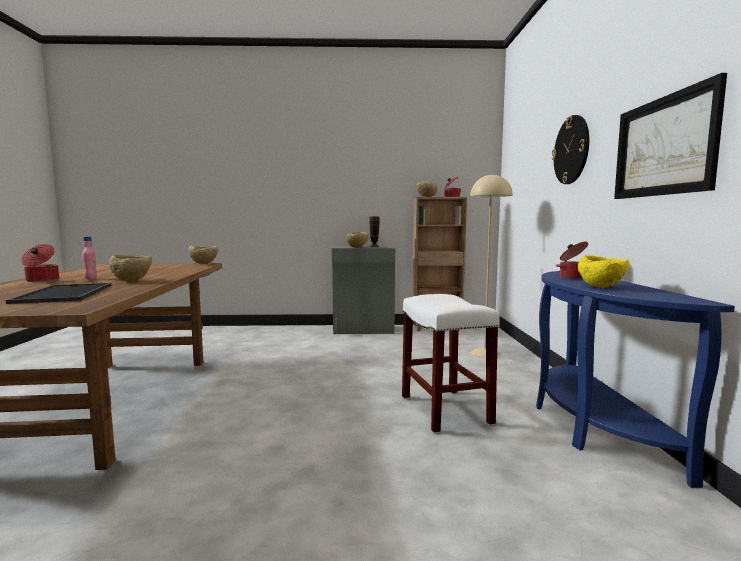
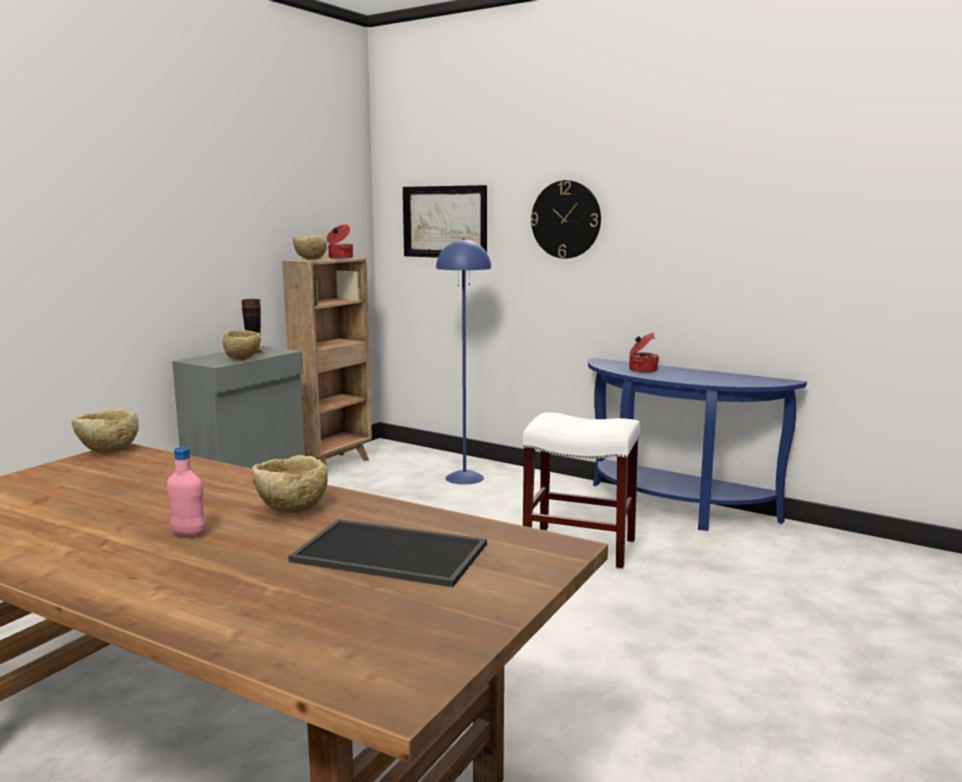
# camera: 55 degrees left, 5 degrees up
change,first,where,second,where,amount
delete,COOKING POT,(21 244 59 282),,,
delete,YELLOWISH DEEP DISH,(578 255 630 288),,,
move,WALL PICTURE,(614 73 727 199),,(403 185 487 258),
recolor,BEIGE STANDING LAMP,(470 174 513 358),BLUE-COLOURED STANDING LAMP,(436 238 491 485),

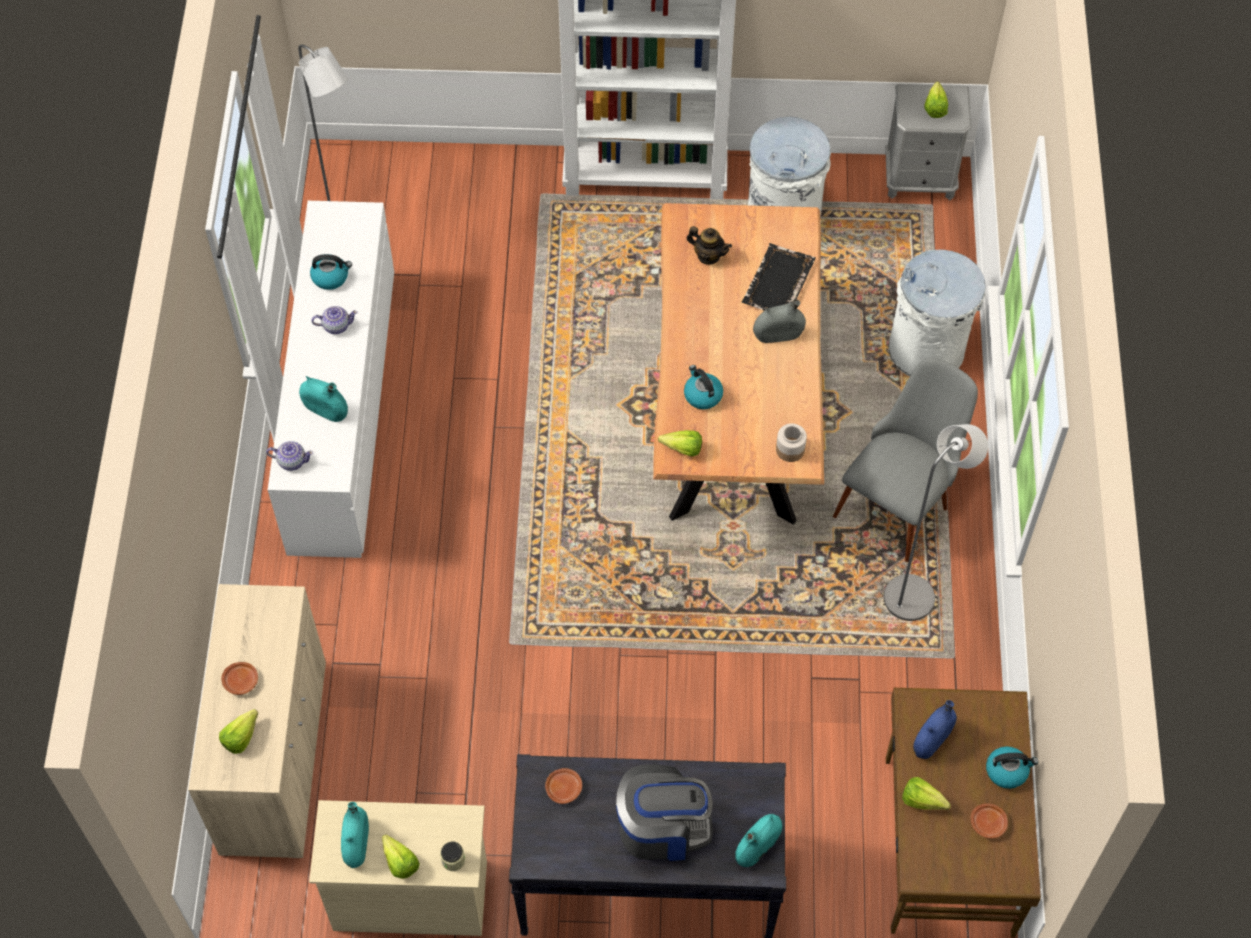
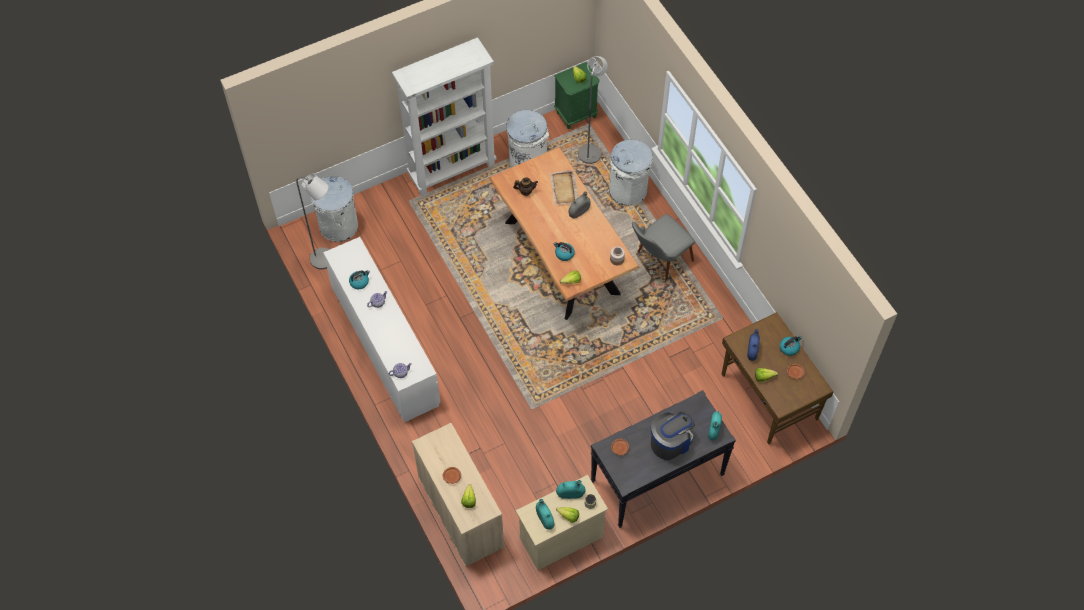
# camera: 30 degrees left, 0 degrees up
change,first,where,second,where,amount
insert,,,WHITISH RUBBISH BIN,(311 176 358 242),
move,TURQUOISE-COLOURED VASE,(299 376 348 422),,(556 480 586 499),
move,GREY STANDING LAMP,(884 424 988 621),,(578 56 608 164),
recolor,BLACKISH TRAY,(742 243 816 311),BEIGE TRAY,(549 170 578 205),
recolor,GREY BEDSIDE TABLE,(885 84 971 200),GREENISH BEDSIDE TABLE,(554 62 600 129),
rotate,GREY CHAIR,(833 358 978 562),,(632 214 695 280),135 degrees counterclockwise

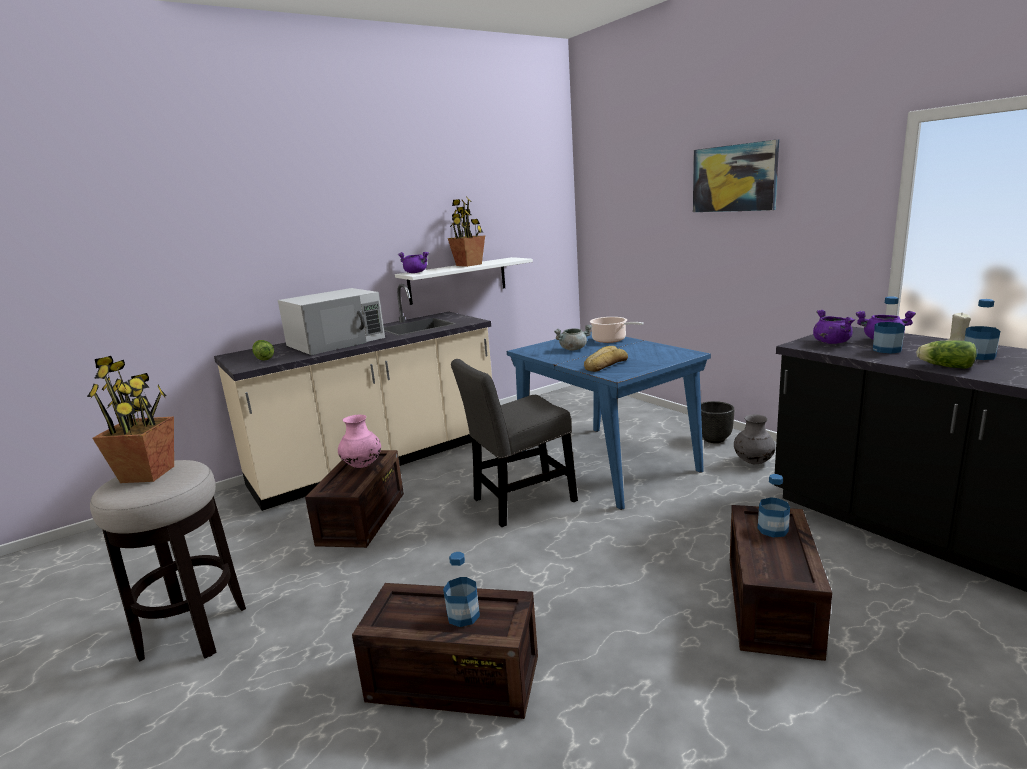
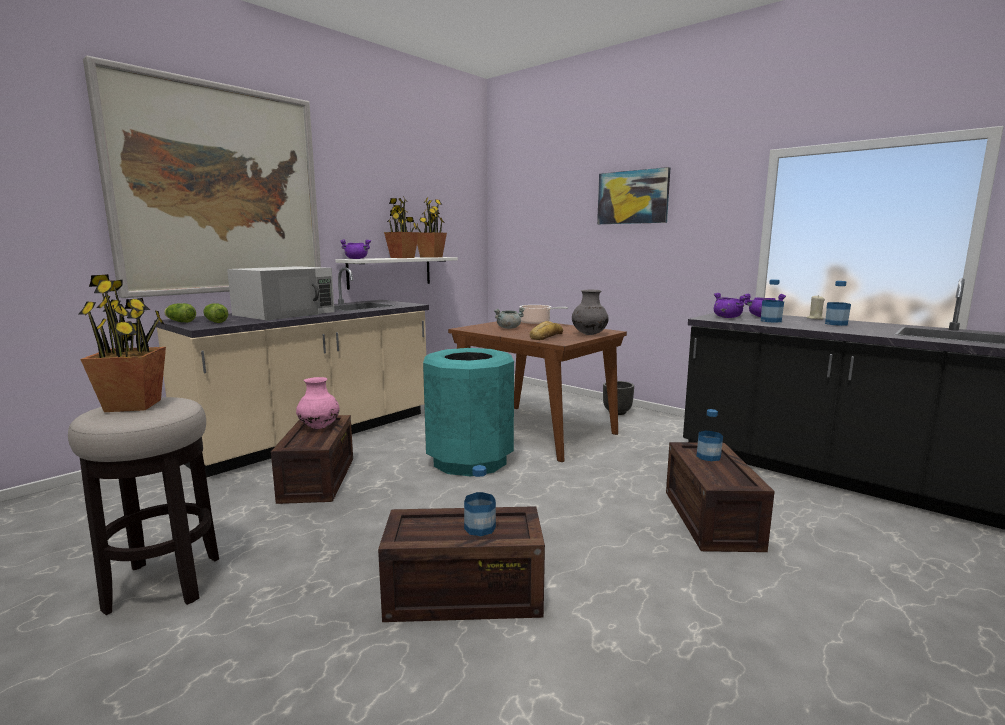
# camera: 15 degrees left, 5 degrees down
change,first,where,second,where,amount
insert,,,WALL PICTURE,(83 56 321 298),
insert,,,POTTED PLANT,(415 197 447 258),
move,GREY VASE,(734 414 776 464),,(572 290 609 335),
move,LETTUCE,(916 341 976 369),,(164 303 196 323),
replace,GREY CHAIR,(451 359 578 527),TURQUOISE-COLOURED RUBBISH BIN,(423 348 514 476),
recolor,BLUE-COLOURED KITCHEN TABLE,(507 330 711 510),BROWNISH KITCHEN TABLE,(448 321 627 462),

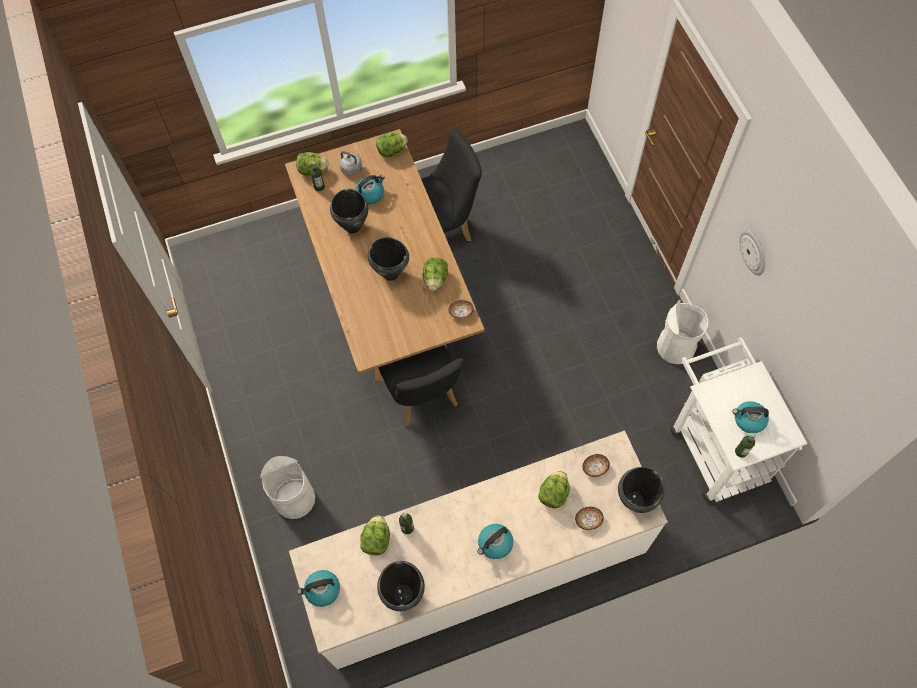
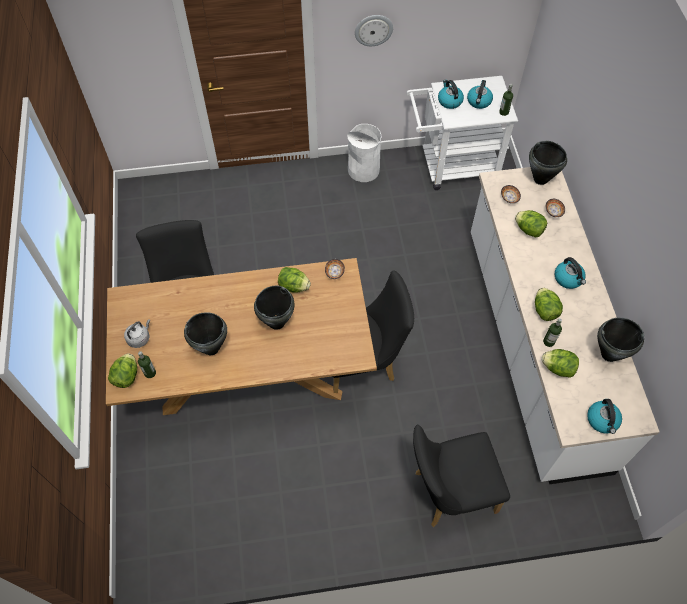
# camera: 80 degrees left, 5 degrees down
change,first,where,second,where,amount
move,KETTLE,(355 175 385 204),,(438 80 464 109),
move,LETTUCE,(376 132 408 157),,(535 288 563 321),
replace,WHITISH RUBBISH BIN,(260 456 315 519),BLACKISH CHAIR,(413 425 510 527),

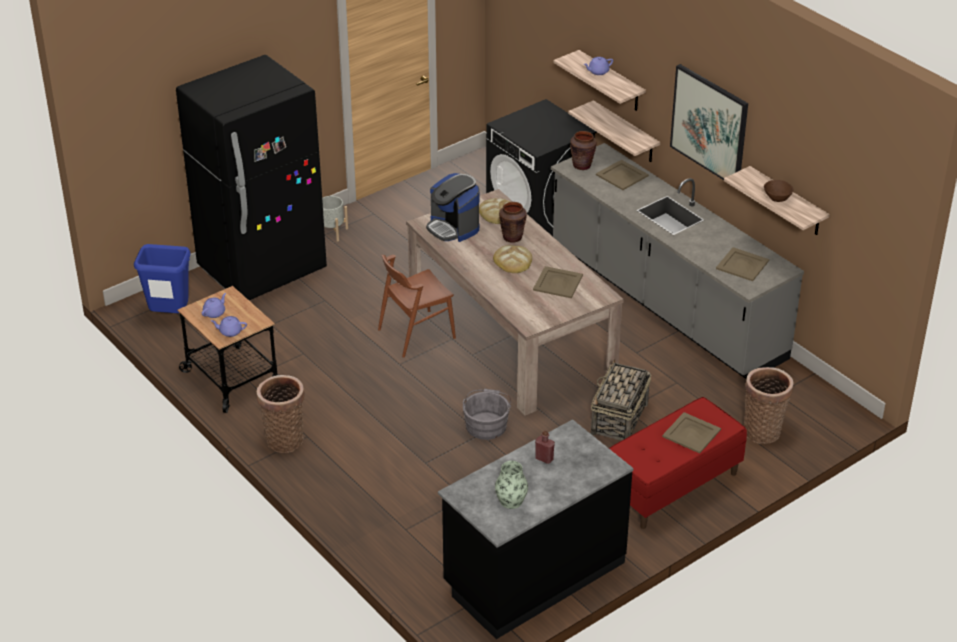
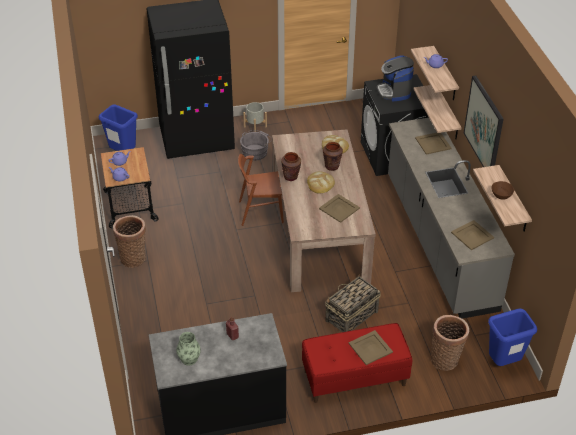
# camera: 25 degrees right, 5 degrees up
change,first,where,second,where,amount
insert,,,BLUE-COLOURED RUBBISH BIN,(488 308 537 366),
move,COFFEE MACHINE,(426 173 480 242),,(377 55 414 102),
move,GREY BUCKET,(463 389 511 440),,(240 130 272 161),
move,BROWNISH VASE,(570 131 597 170),,(281 152 301 181),

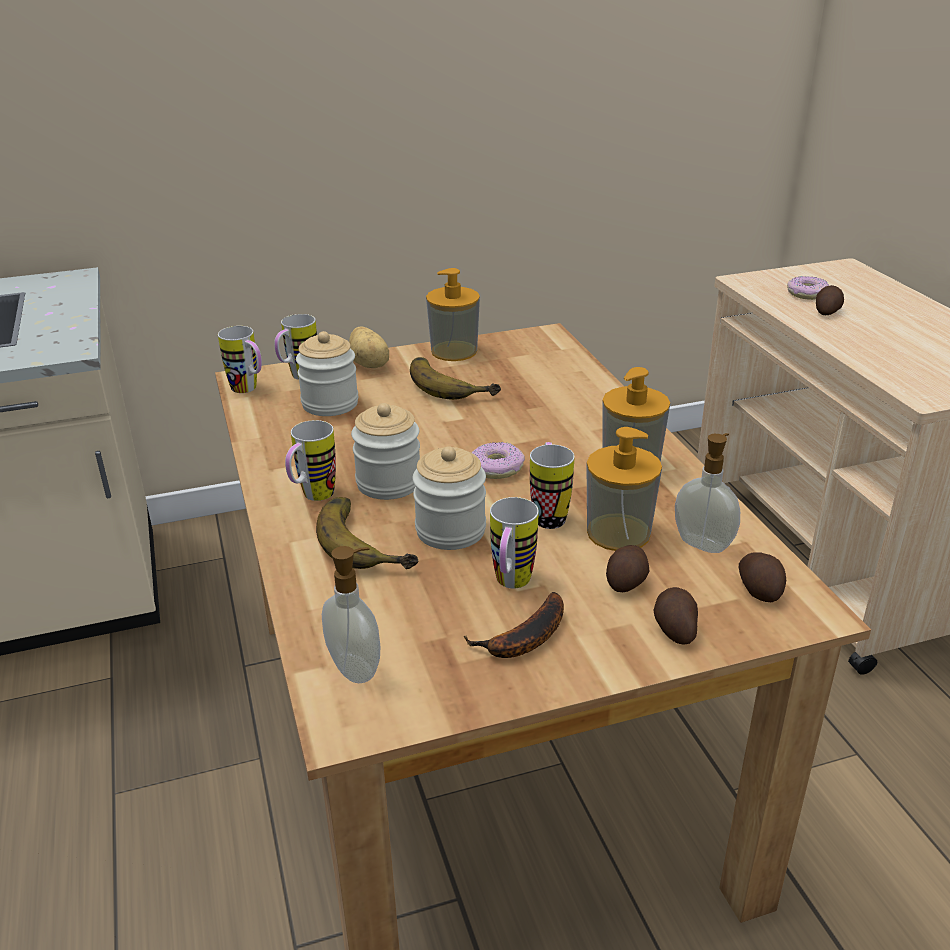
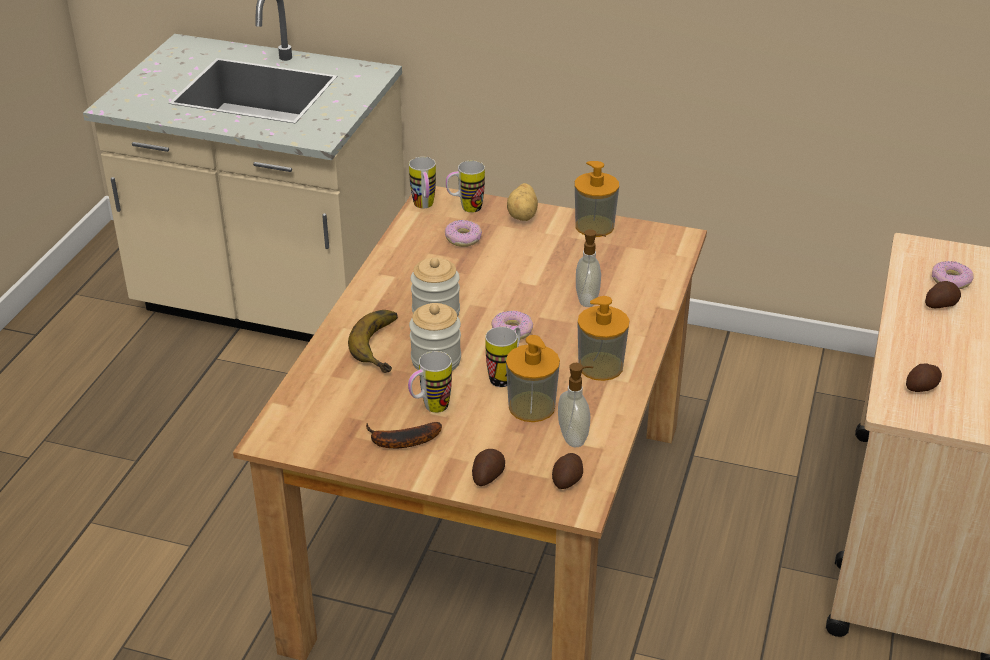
# camera: 35 degrees right, 5 degrees up
change,first,where,second,where,amount
delete,TEA MUG,(285 420 336 501),,,
delete,BANANA FRUIT,(410 357 501 400),,,
move,LIQUID SOAP BOTTLE,(322 546 380 683),,(576 229 606 307),
move,WHOLE POTATO,(606 545 649 592),,(906 363 942 392),
replace,PRESERVE JAR,(296 331 358 416),DONUT,(445 220 482 247),

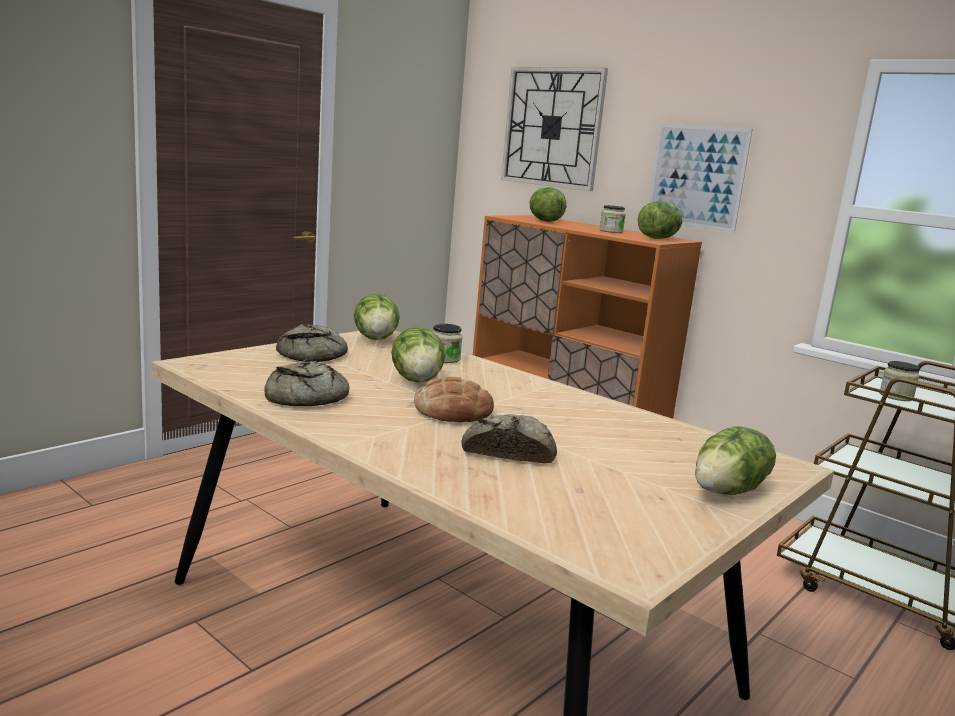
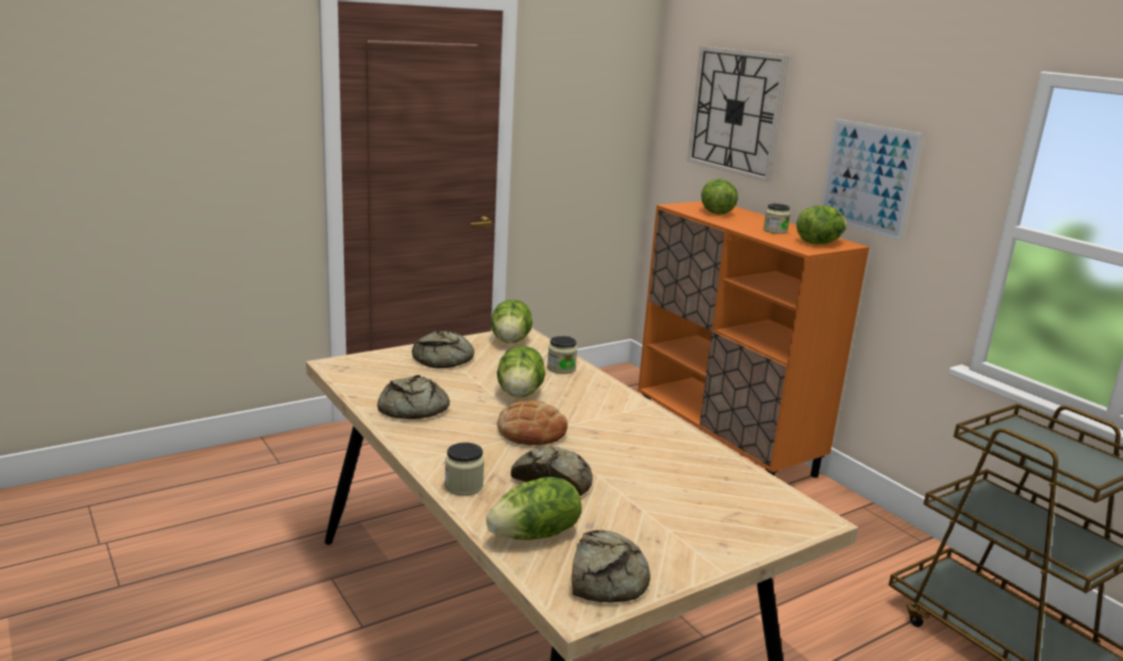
# camera: 15 degrees right, 5 degrees up
change,first,where,second,where,amount
insert,,,BAKERY BREAD,(572 530 650 603),
move,LETTUCE,(695 426 776 495),,(486 477 582 540),
move,PRESERVE JAR,(879 361 919 401),,(445 442 484 496),

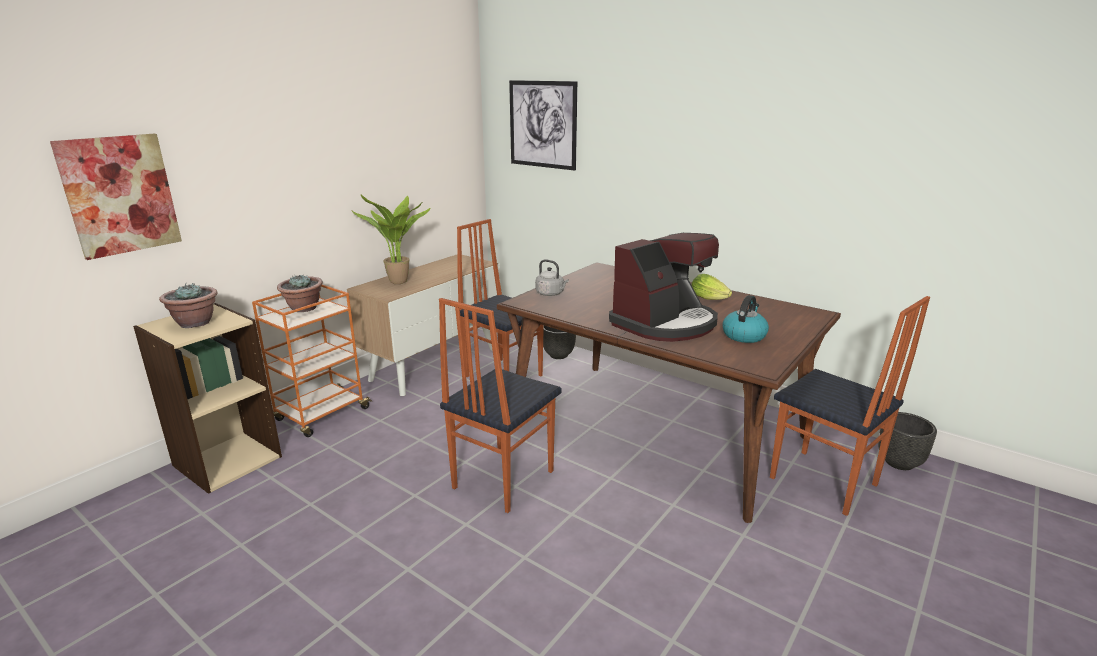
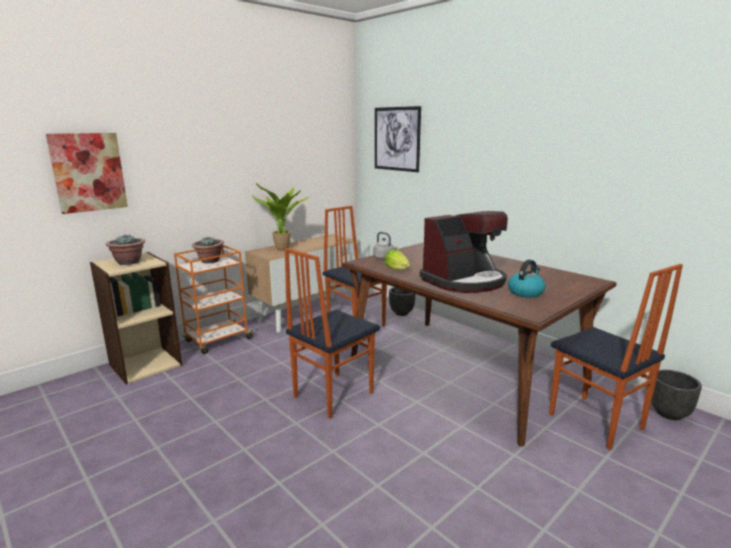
# camera: 10 degrees right, 5 degrees down
change,first,where,second,where,amount
move,LETTUCE,(691 274 732 300),,(384 249 410 270),

